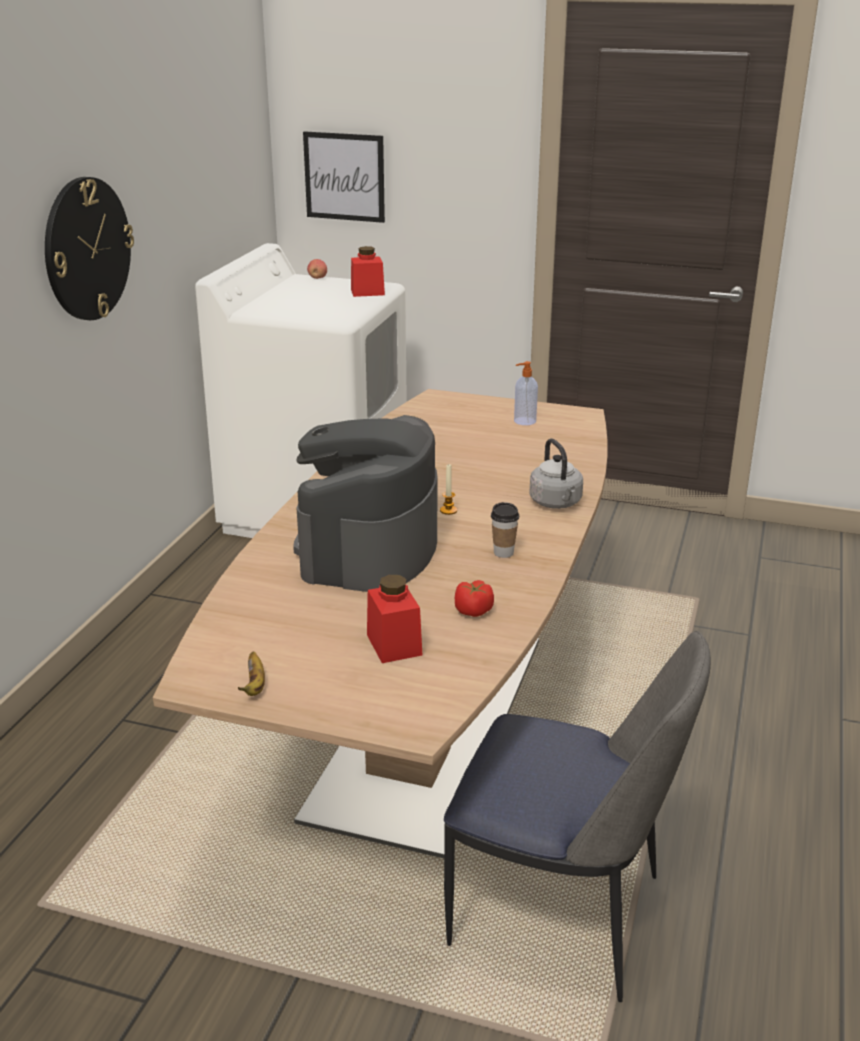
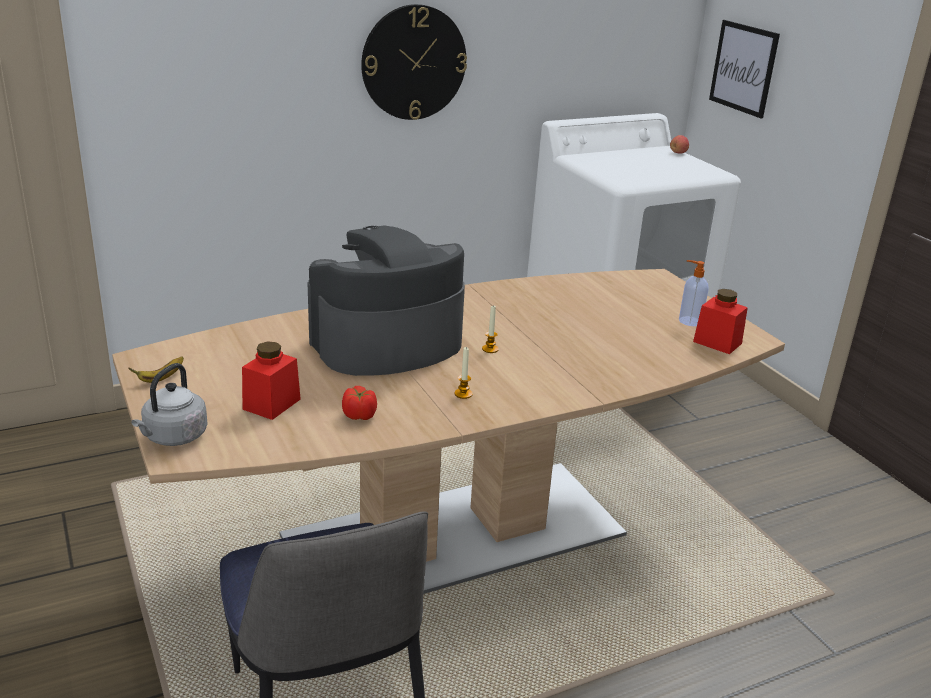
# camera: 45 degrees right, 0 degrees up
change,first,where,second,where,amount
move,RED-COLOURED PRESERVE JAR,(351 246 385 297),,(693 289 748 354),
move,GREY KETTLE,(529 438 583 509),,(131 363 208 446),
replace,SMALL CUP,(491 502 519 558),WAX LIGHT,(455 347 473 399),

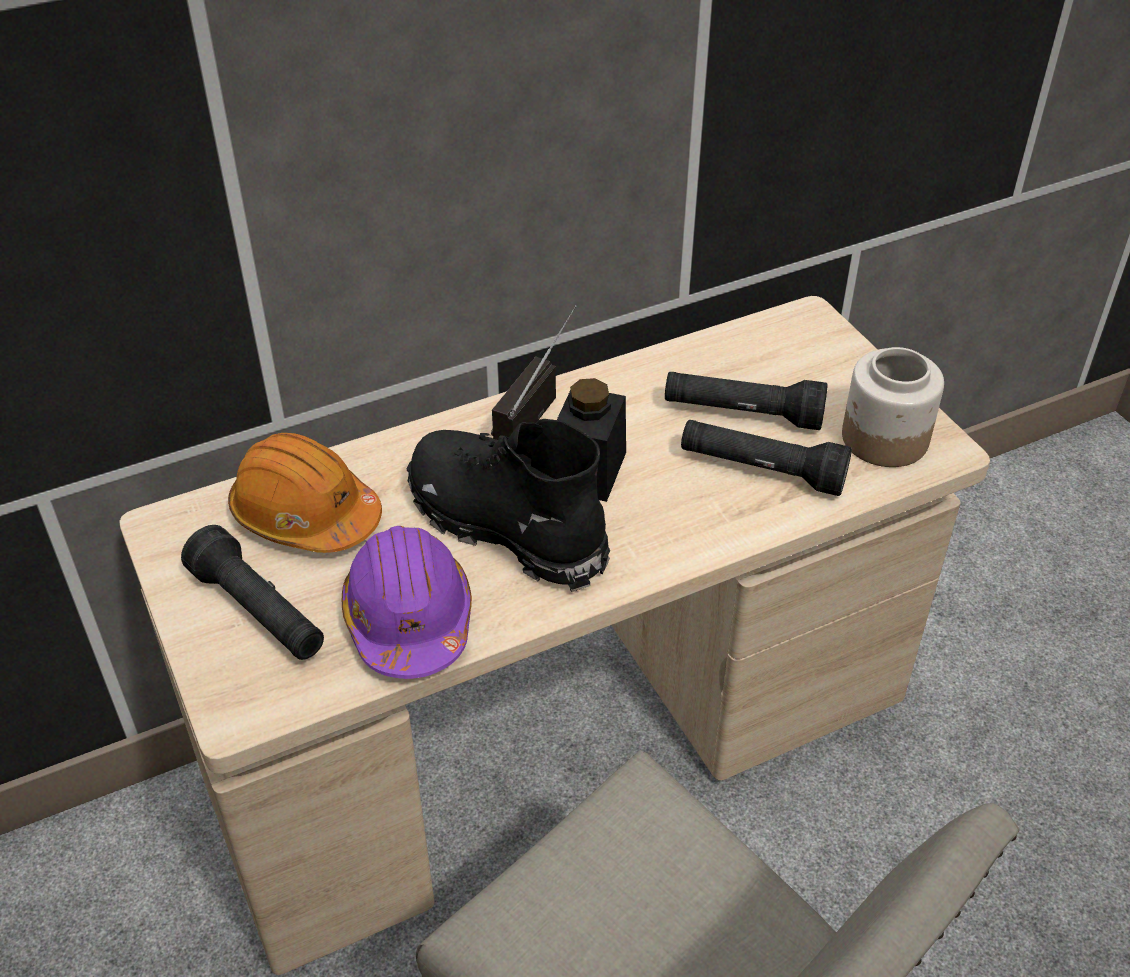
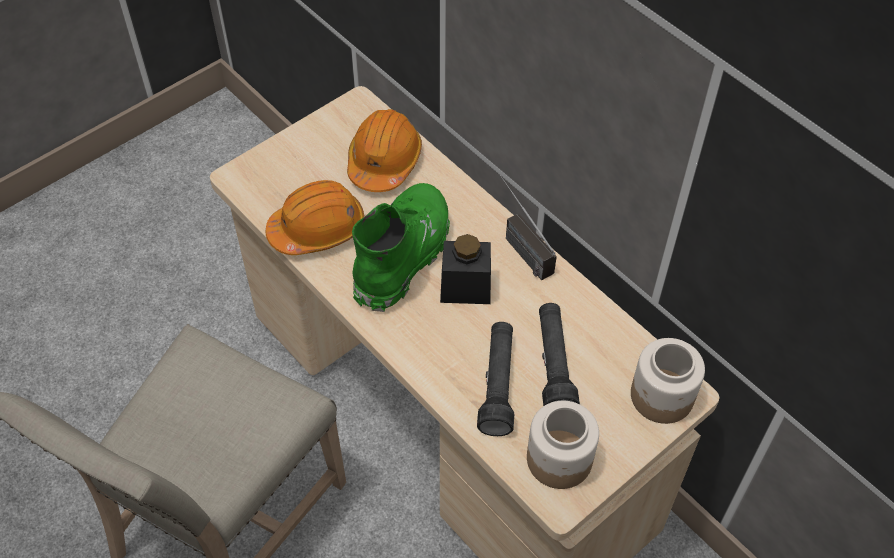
# camera: 75 degrees right, 10 degrees up
change,first,where,second,where,amount
delete,BLACKISH TORCH,(181 525 324 660),,,
insert,,,PRESERVE JAR,(631 338 705 424),
recolor,PURPLE WORK HELMET,(342 526 472 679),ORANGEY WORK HELMET,(266 180 364 255),
recolor,BLACKISH HIGH-TOP BOOT,(406 419 610 592),GREENISH HIGH-TOP BOOT,(352 183 450 312),
rotate,RADIO SET,(491 305 577 440),,(500 175 557 280),135 degrees counterclockwise

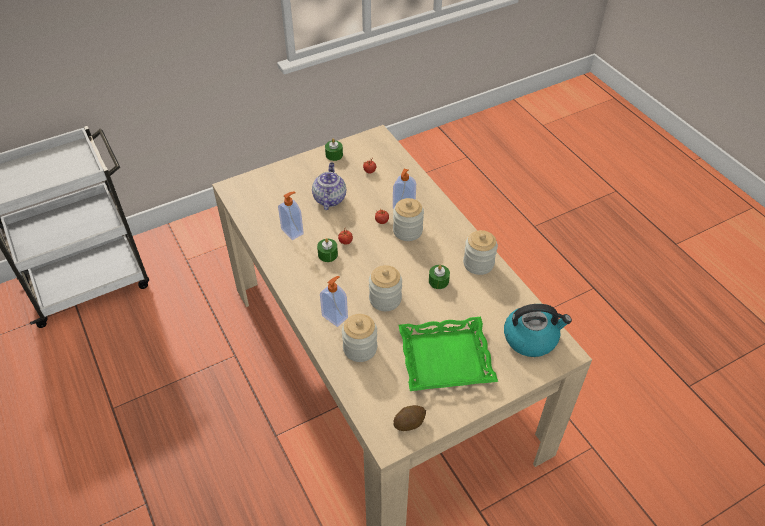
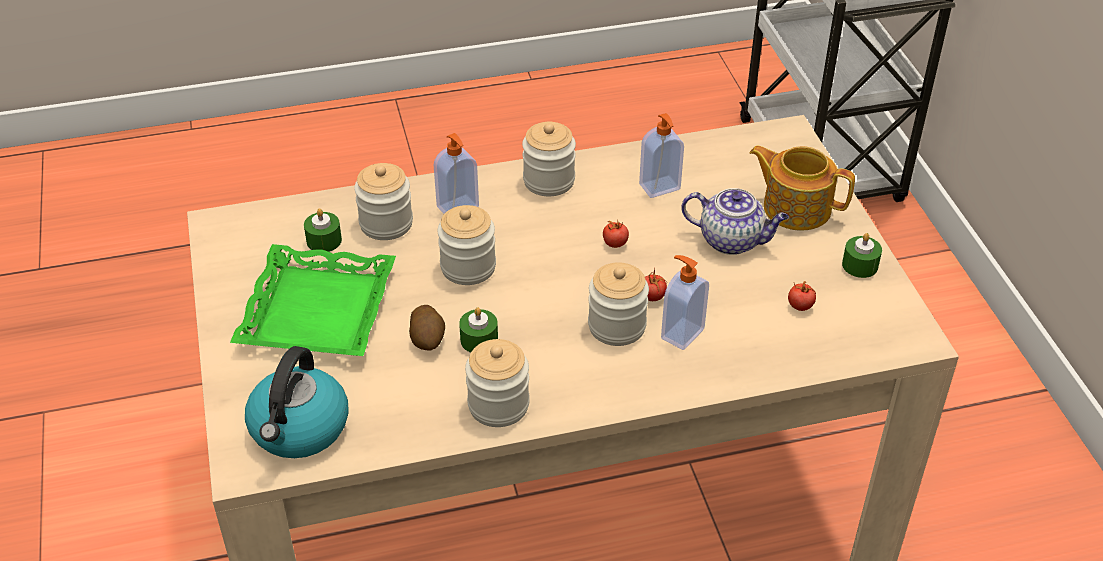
# camera: 105 degrees right, 5 degrees down
change,first,where,second,where,amount
insert,,,PRESERVE JAR,(522 122 576 196),
insert,,,TEA POT,(749 146 855 230),
move,GREENISH WAX LIGHT,(317 238 338 262),,(304 208 342 252),
move,WHOLE POTATO,(394 405 426 431),,(409 305 445 351),

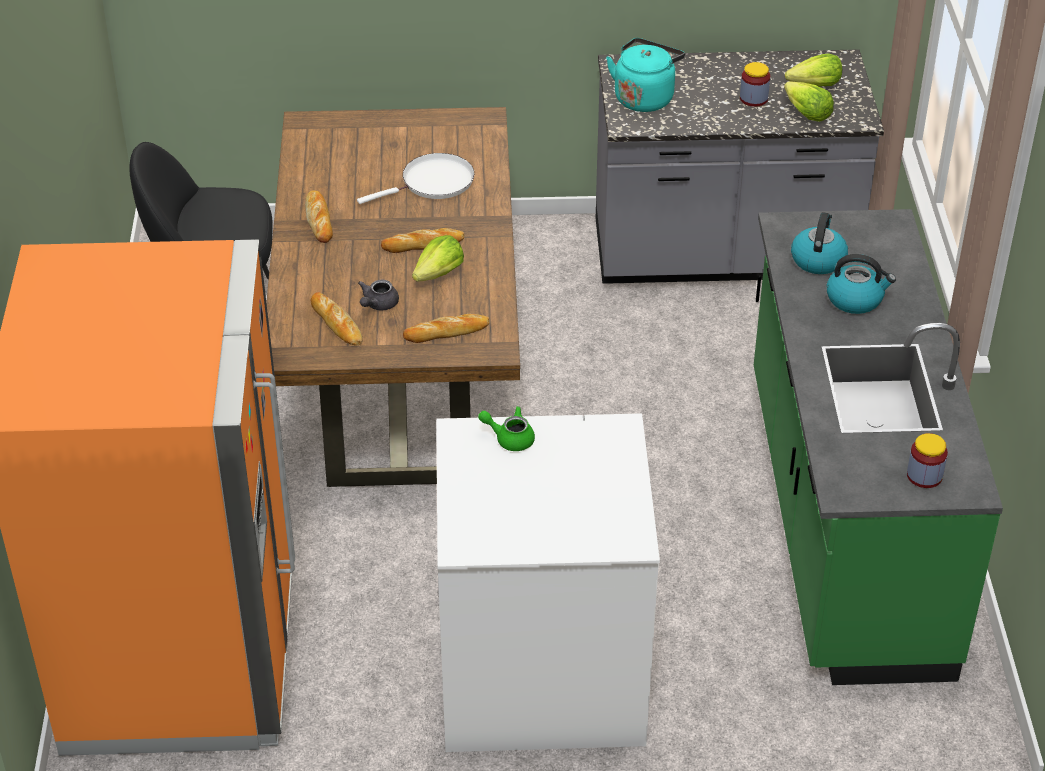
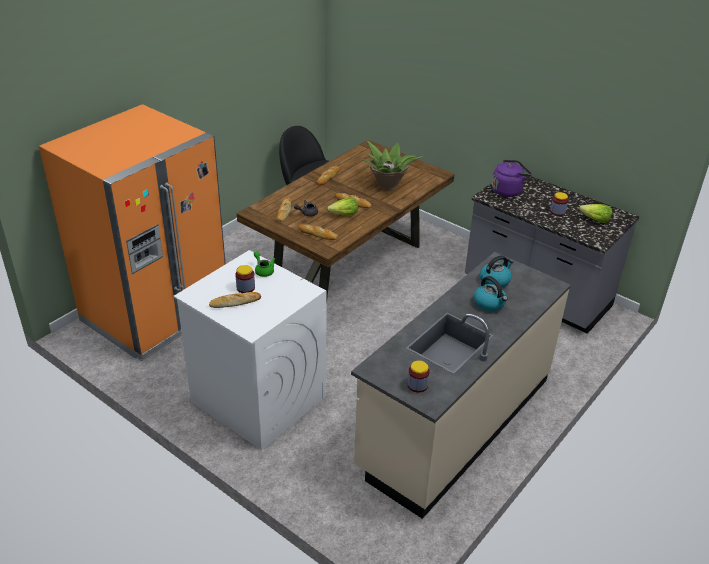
# camera: 40 degrees right, 5 degrees down
change,first,where,second,where,amount
delete,LETTUCE,(784 81 834 122),,,
insert,,,BAKERY BREAD,(209 292 261 308),
insert,,,PRESERVE JAR,(235 265 255 293),
replace,WHITISH PAN,(357 153 474 204),POTTED PLANT,(356 141 423 191),
recolor,TURQUOISE-COLOURED KETTLE,(606 38 685 112),PURPLE KETTLE,(492 160 532 197),
recolor,GREENISH KITCHEN COUNTER,(754 209 1003 685),BEIGE KITCHEN COUNTER,(351 252 571 519),

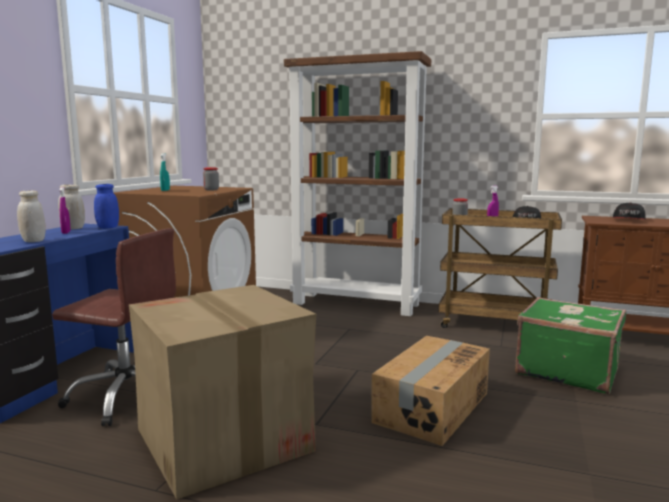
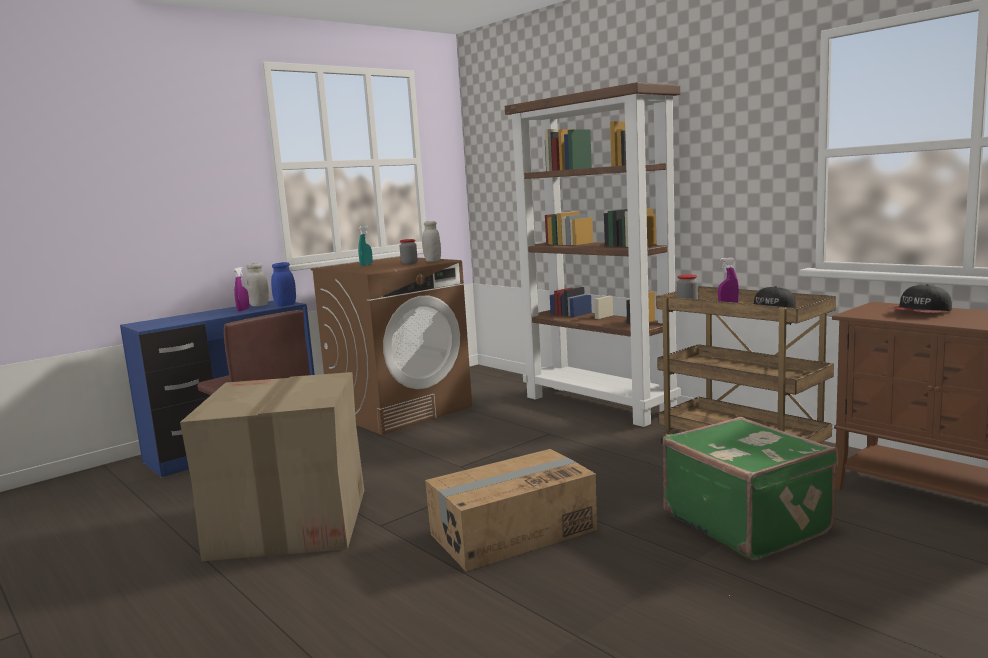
# camera: 30 degrees right, 0 degrees up
change,first,where,second,where,amount
move,WHITISH PRESERVE JAR,(17 190 46 242),,(422 221 441 262),

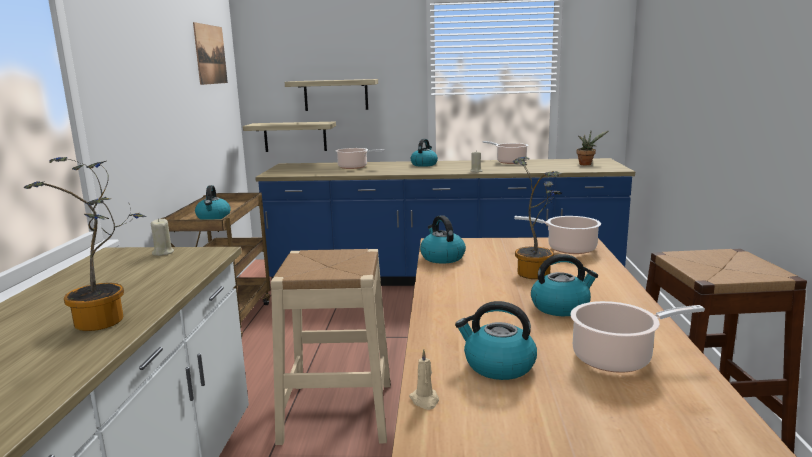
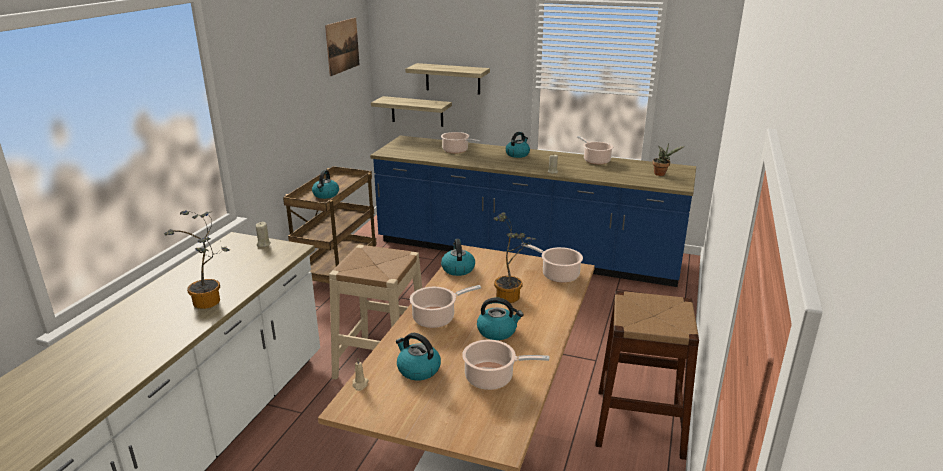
# camera: 15 degrees right, 10 degrees up
change,first,where,second,where,amount
insert,,,COOKING POT,(410 285 481 328),

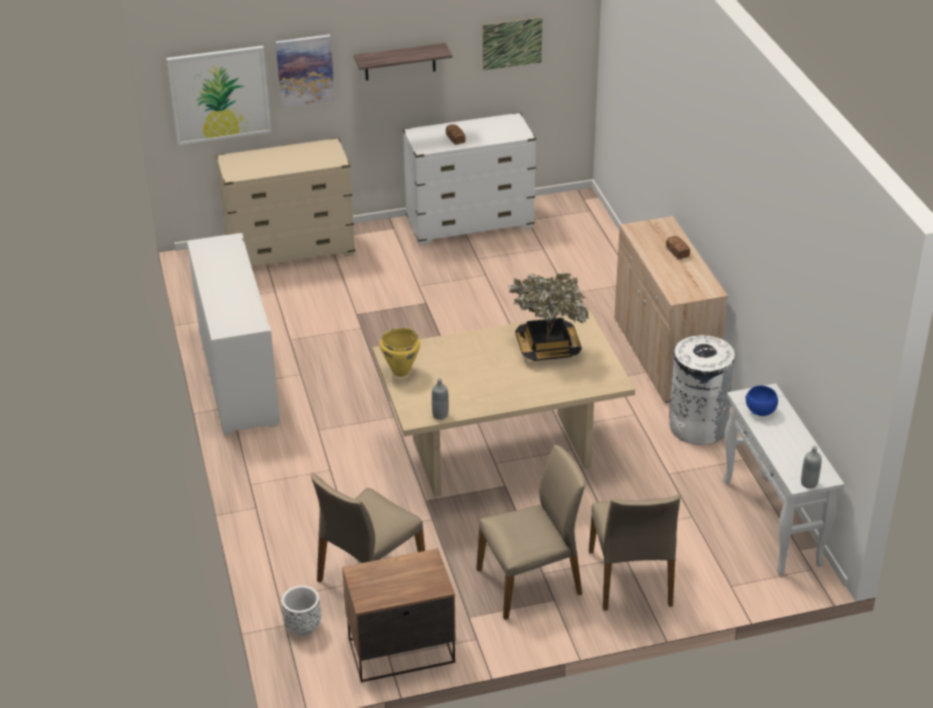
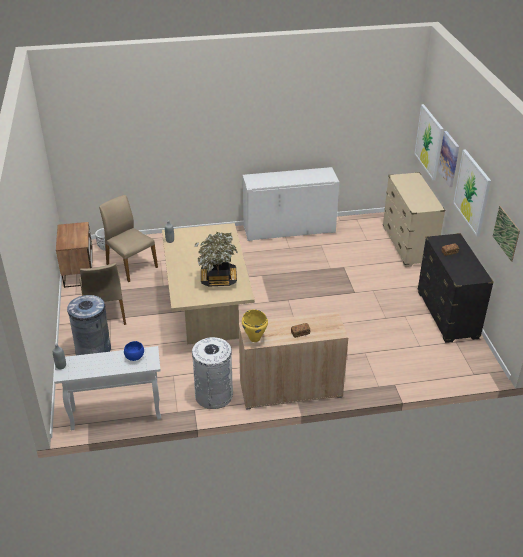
# camera: 95 degrees right, 0 degrees up
change,first,where,second,where,amount
move,YELLOWISH COOKING POT,(380 328 420 377),,(242 309 268 342),
replace,BRACKET SHELF,(354 43 452 80),WALL PICTURE,(453 149 491 236),
replace,BEIGE CHAIR,(589 495 680 611),GREY RUBBISH BIN,(67 295 111 355),
recolor,WHITISH DRESSER,(403 112 536 245),BLACKISH DRESSER,(417 233 494 343),

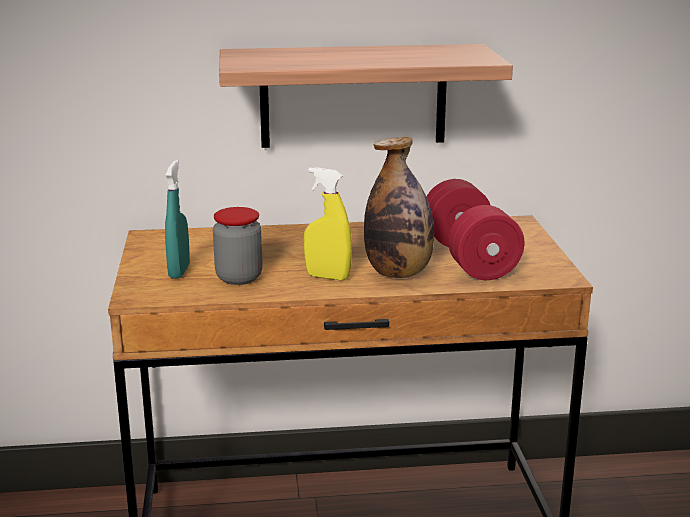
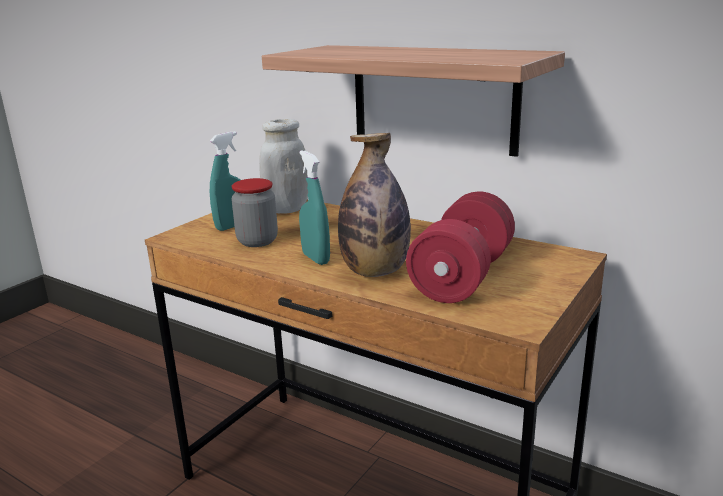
# camera: 40 degrees right, 0 degrees up
change,first,where,second,where,amount
insert,,,WHITISH PRESERVE JAR,(259 119 308 214),
recolor,YELLOWISH HAND SPRAYER,(304 167 352 281),TURQUOISE-COLOURED HAND SPRAYER,(299 150 330 265),

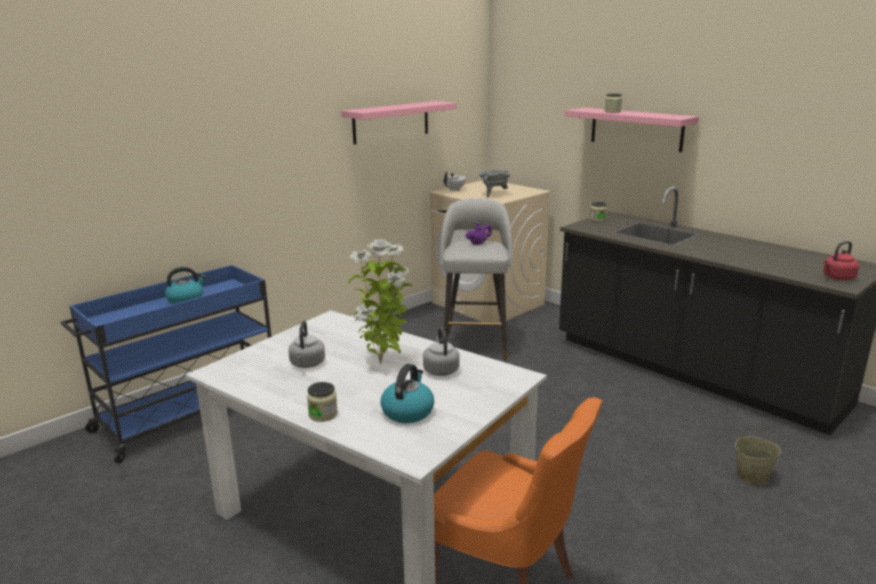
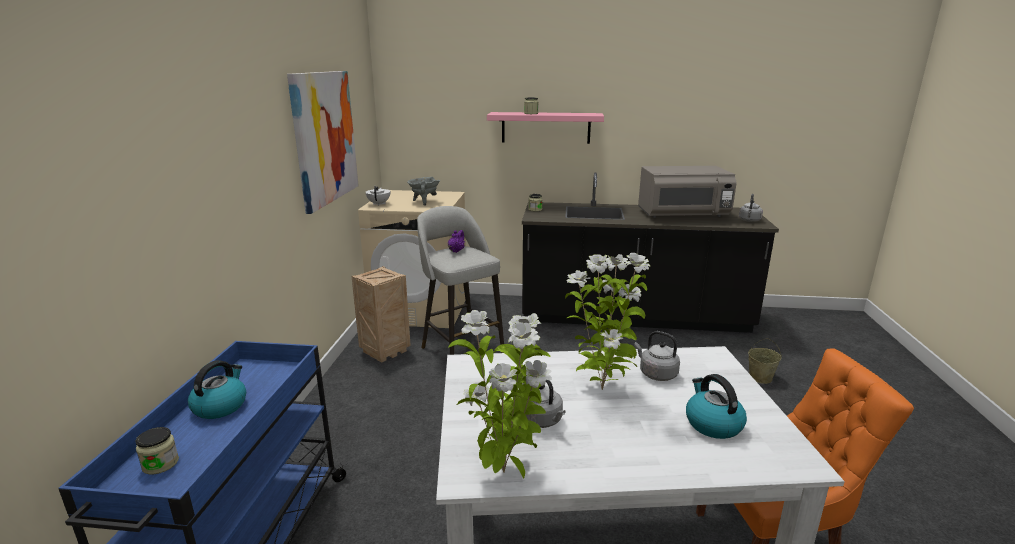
# camera: 40 degrees left, 0 degrees up
change,first,where,second,where,amount
insert,,,CRATE,(351 266 411 363),
insert,,,POTTED PLANT,(448 310 552 479),
insert,,,GREY MICROWAVE OVEN,(638 166 737 218),
move,PRESERVE JAR,(307 382 338 422),,(135 427 179 474),
replace,PINKISH BRACKET SHELF,(341 101 457 144),WALL PICTURE,(287 71 359 214),
recolor,RED-COLOURED KETTLE,(823 241 859 280),GREY KETTLE,(739 194 763 222),

